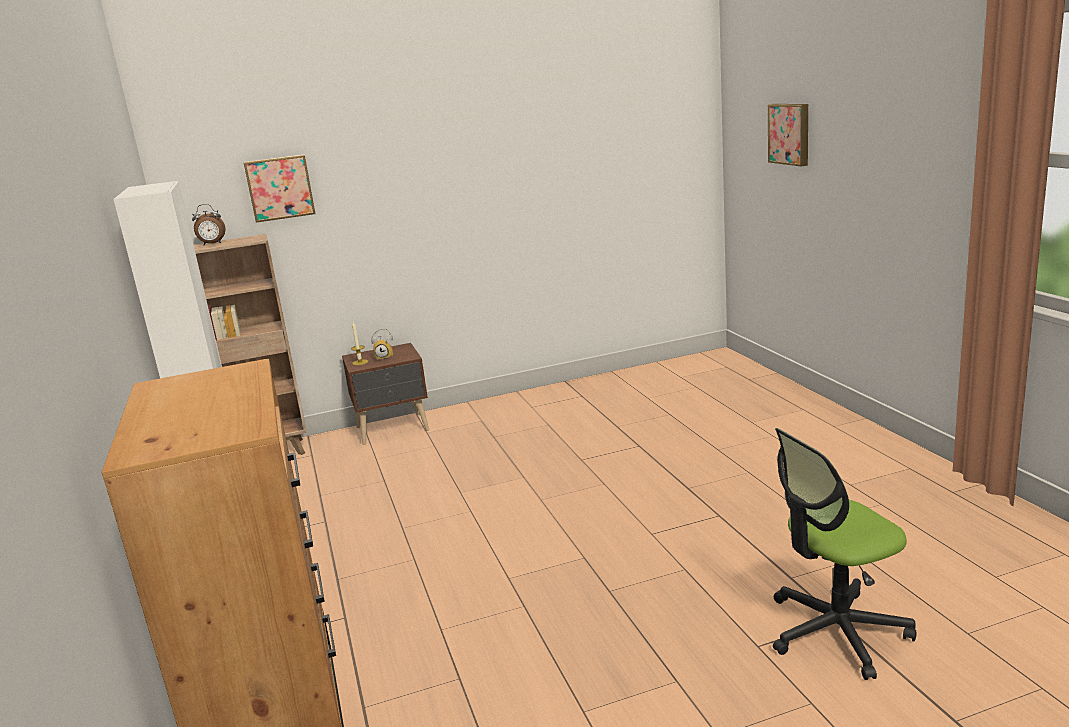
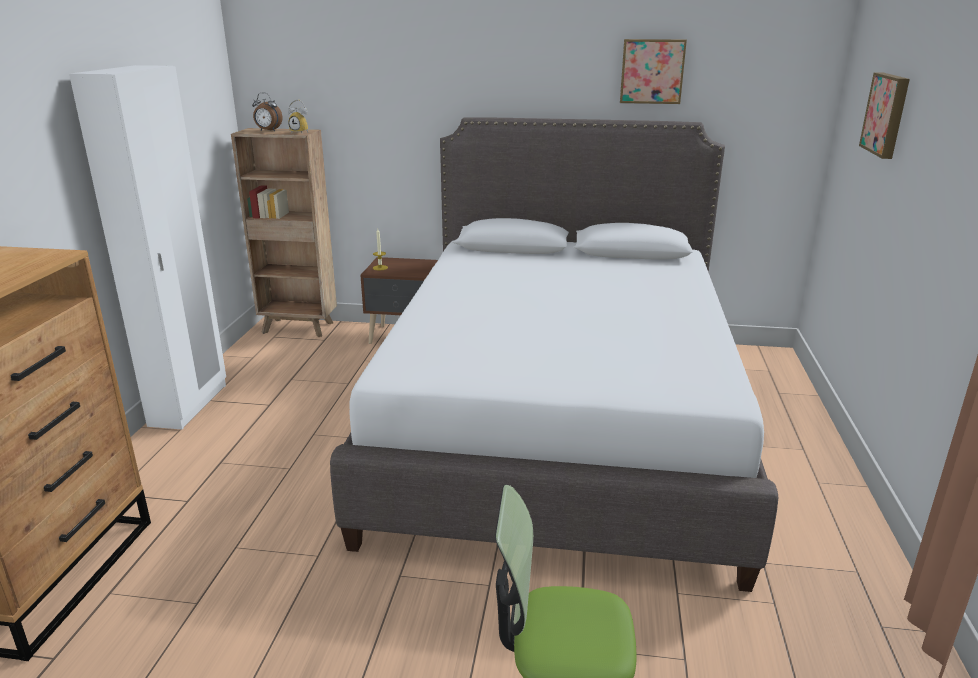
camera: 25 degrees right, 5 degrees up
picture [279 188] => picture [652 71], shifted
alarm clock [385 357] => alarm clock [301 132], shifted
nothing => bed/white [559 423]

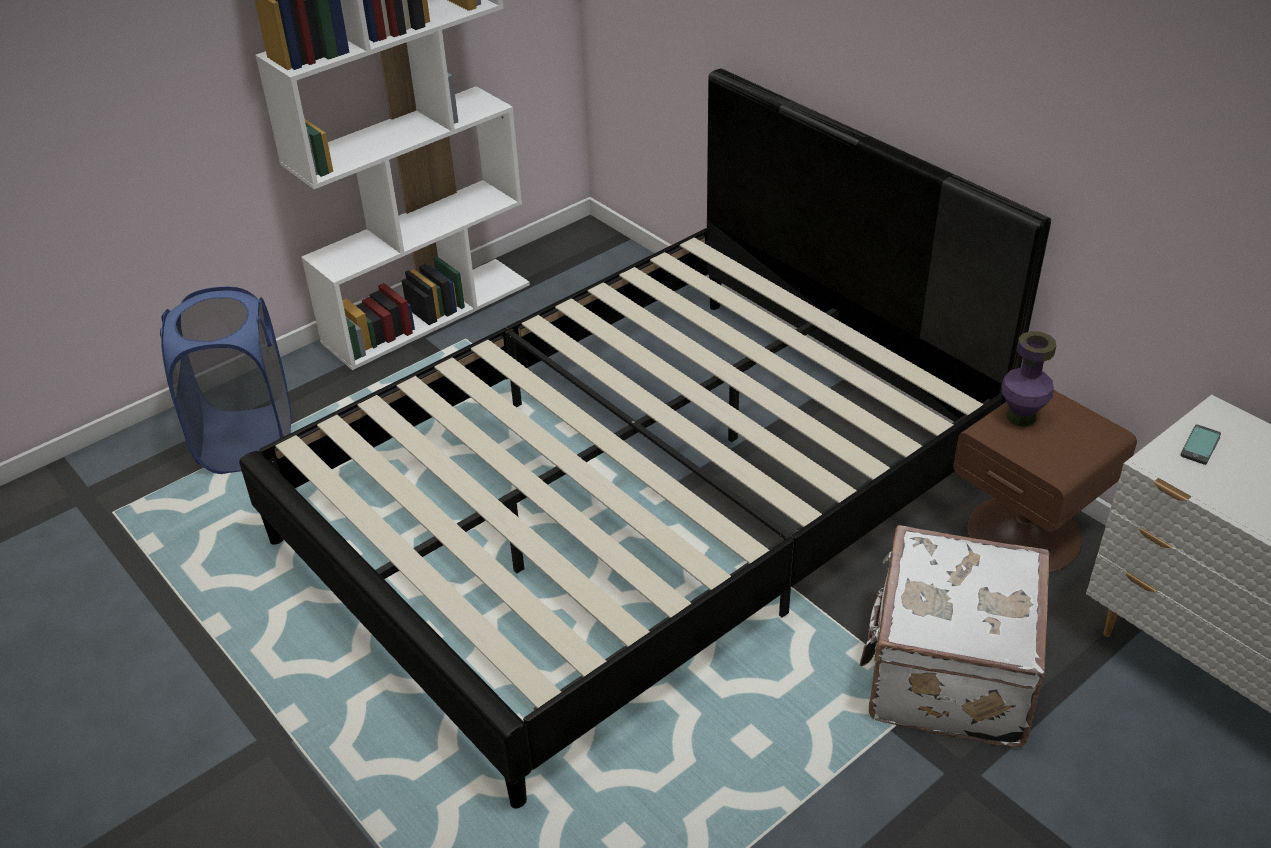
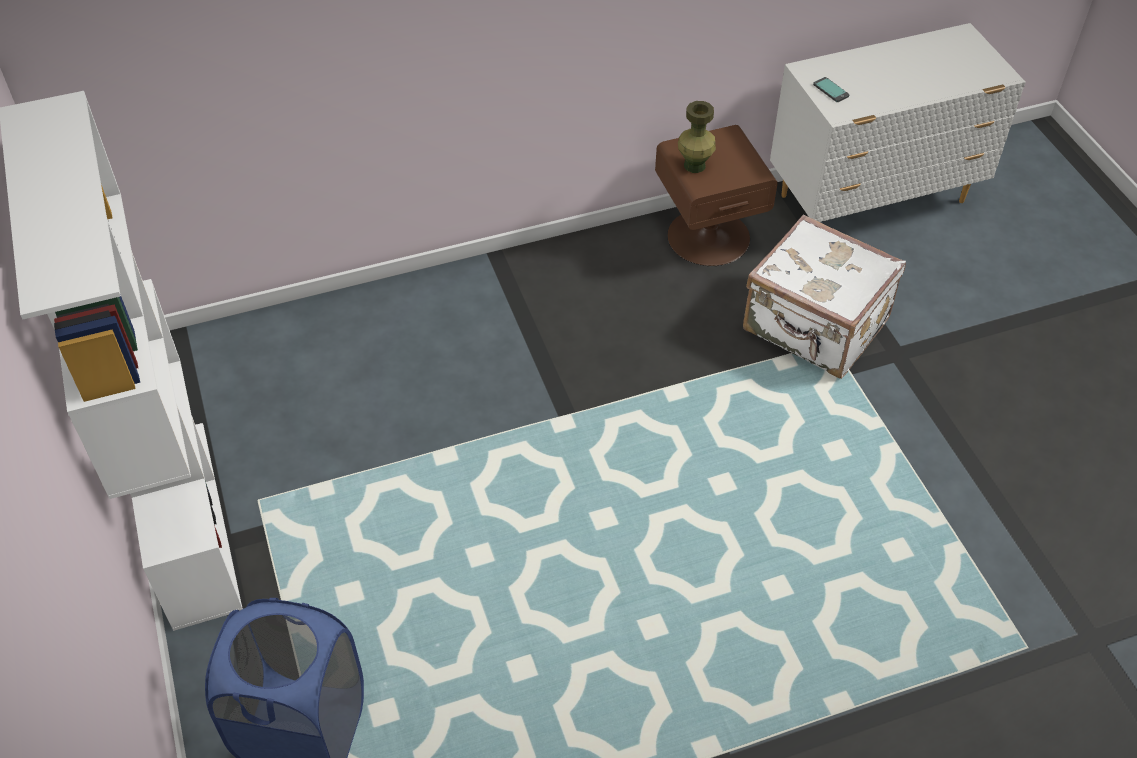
camera: 70 degrees left, 10 degrees up
bed/black [640 505] => nothing
vase/purple [1021 417] => vase/green [695 165]

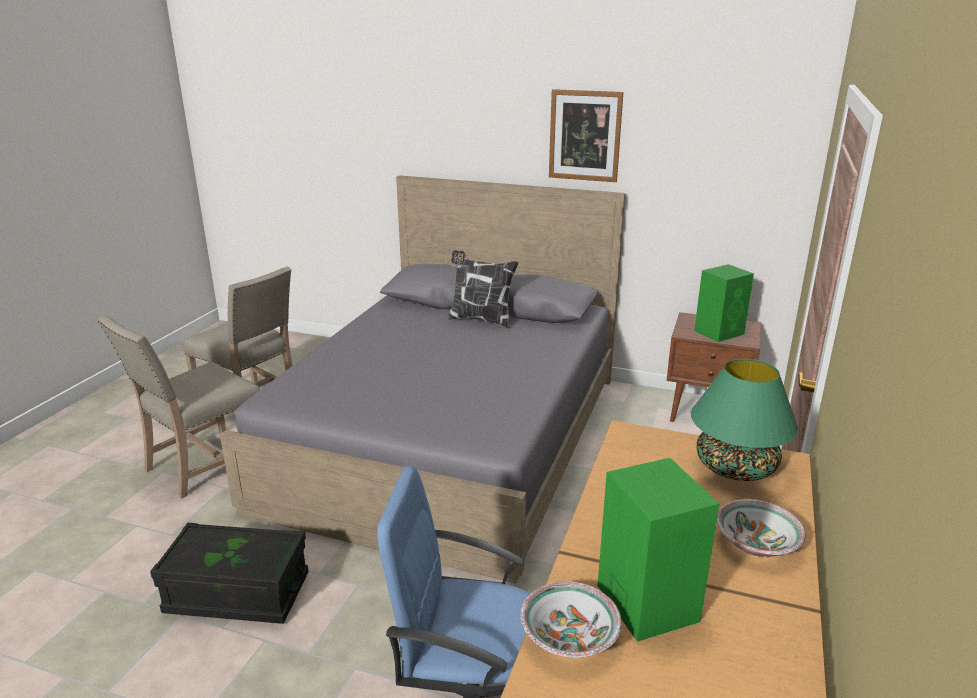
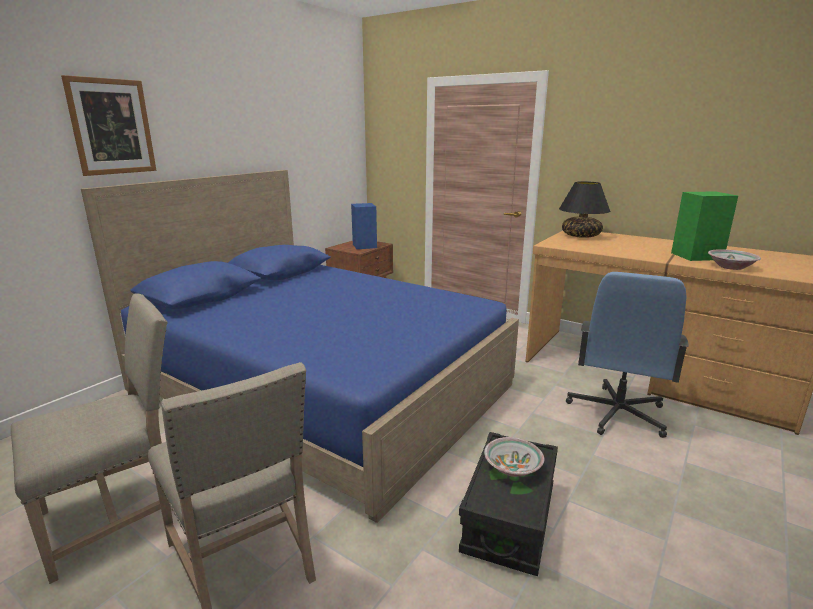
camera: 75 degrees left, 5 degrees down
bed/grey [451 438] => bed/blue [322 386]
pillow [480 320] => nothing
picture [585 136] => picture [112 127], shifted
table lamp/green [735 467] => table lamp/black [581 236]
speaker/green [719 332] => speaker/blue [364 246]
bowl [757 544] => bowl [513 468], shifted

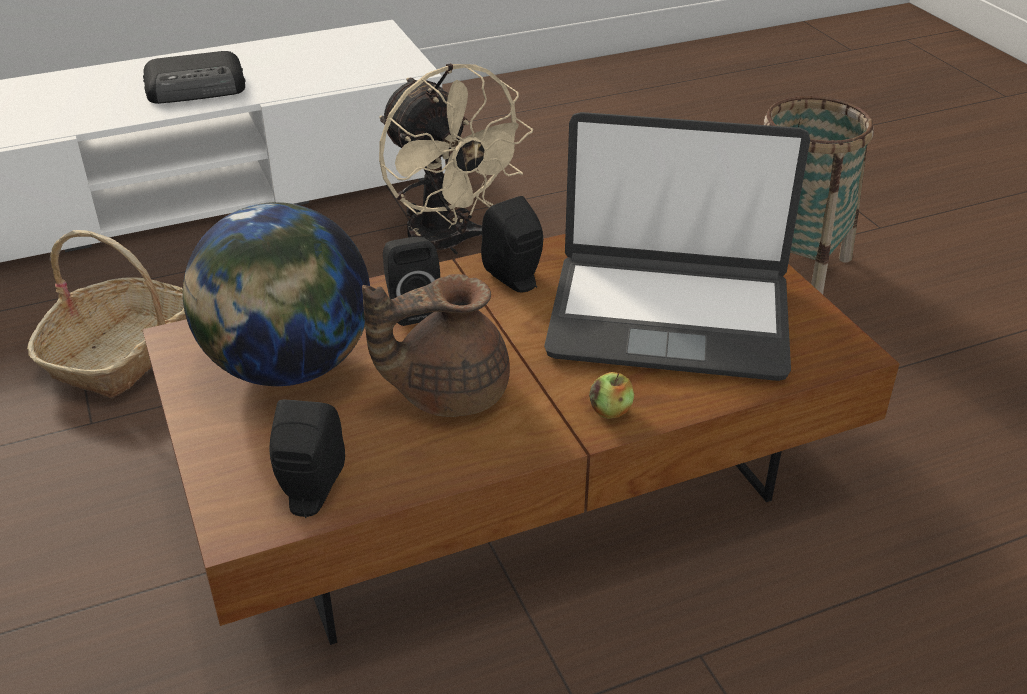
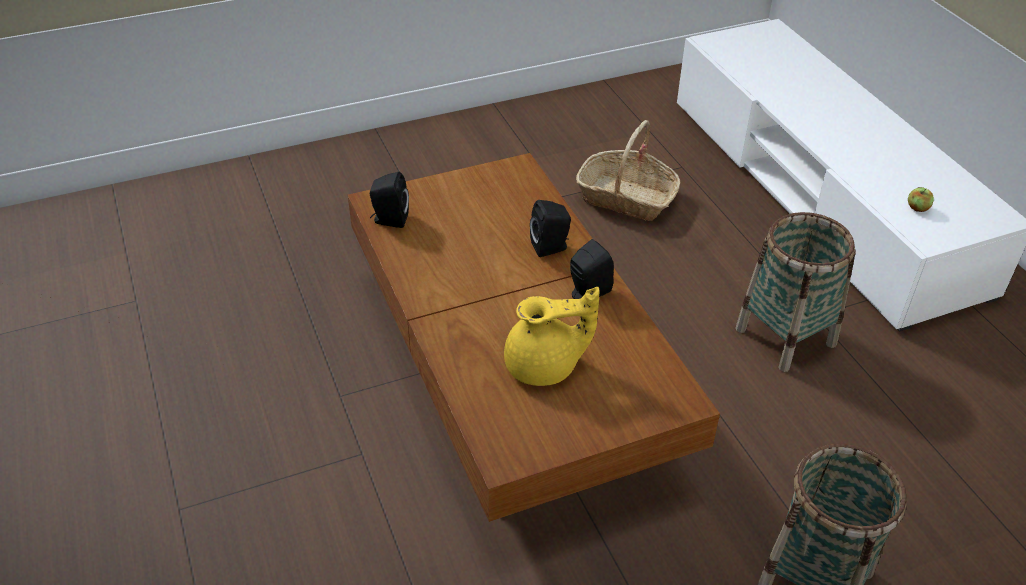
camera: 90 degrees right, 5 degrees up
radio [197 88] => nothing
globe [288 367] => nothing
teapot/brown [447 392] => nothing
fan/beige [446 246] => basket [785 337]
laptop [669 316] => teapot/yellow [545 366]
apple [610 411] => apple [917 208], shifted

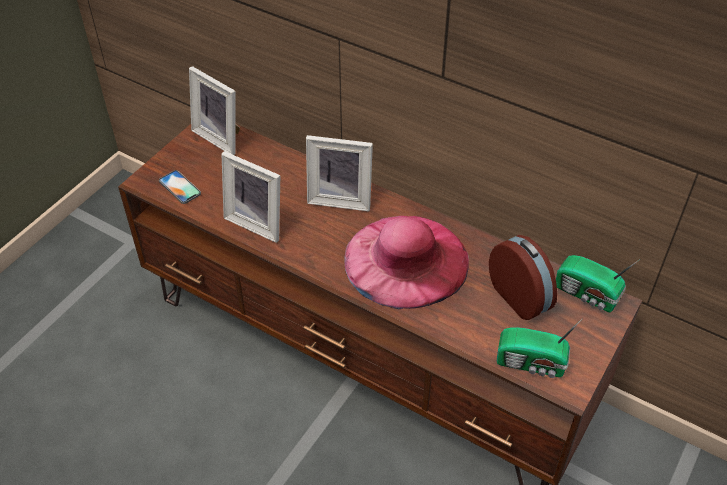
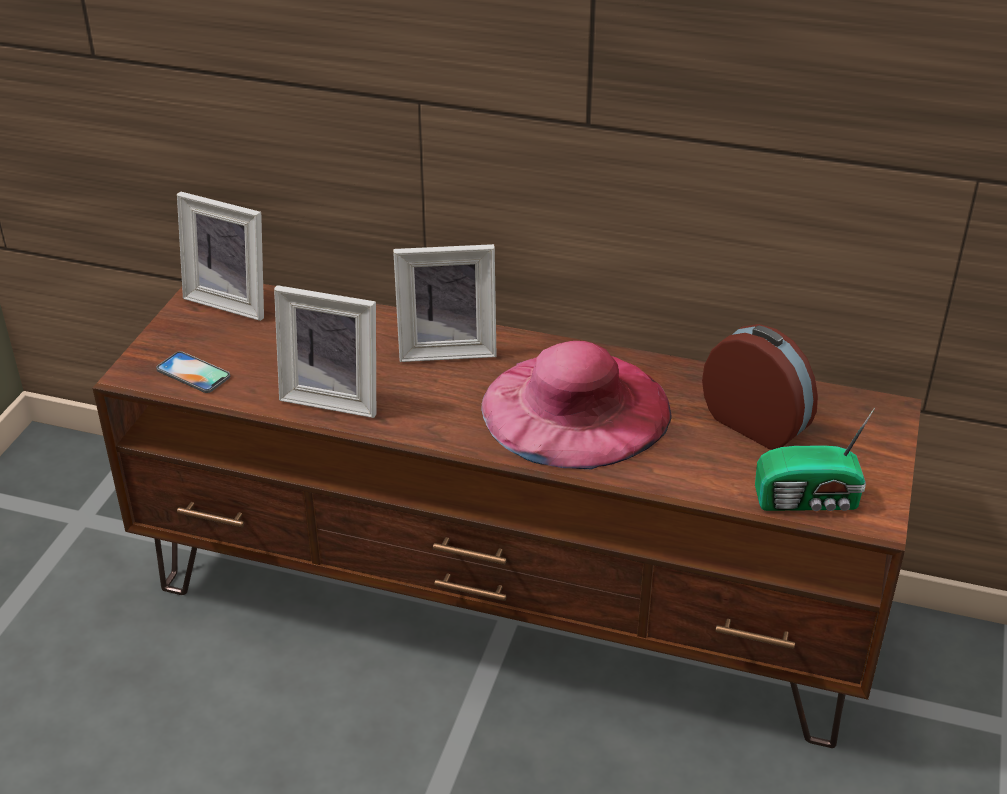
camera: 15 degrees left, 10 degrees down
radio [588 295] => nothing

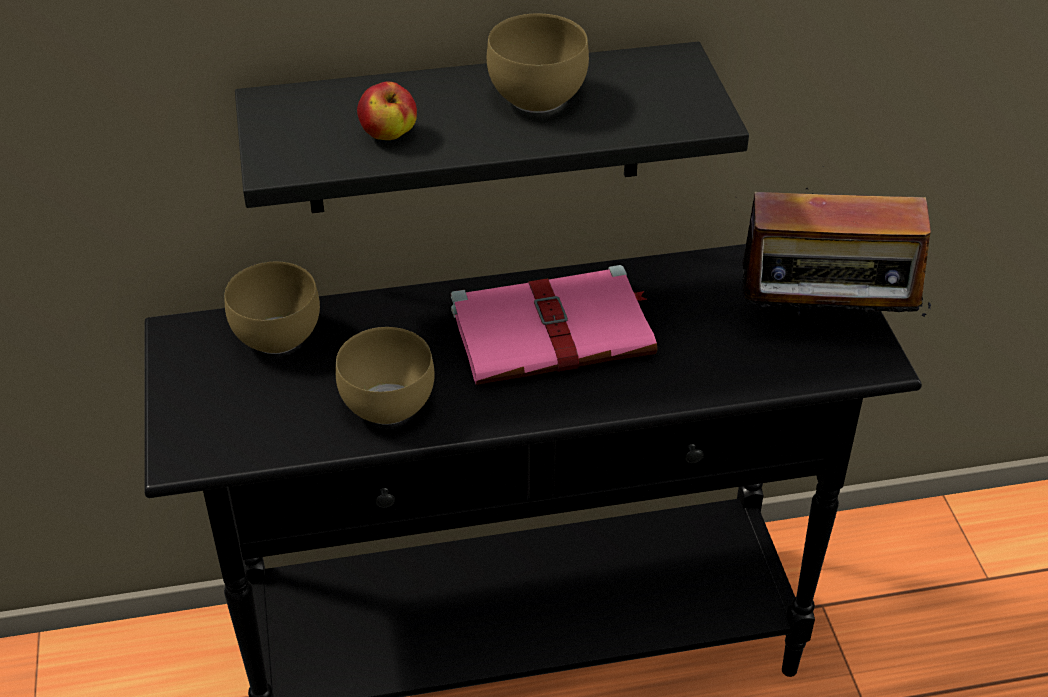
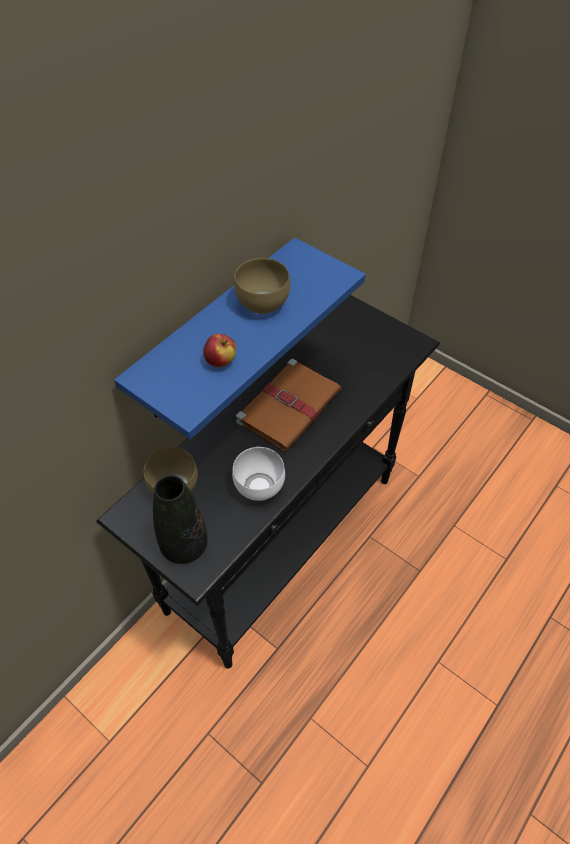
camera: 40 degrees left, 10 degrees up
shelf/black [474 129] => shelf/blue [215 332]
bowl/brown [384 406] => bowl/white [258 488]
book/pink [555 332] => book/brown [290 406]
radio [824 327] => nothing
nothing => vase/black [184 546]

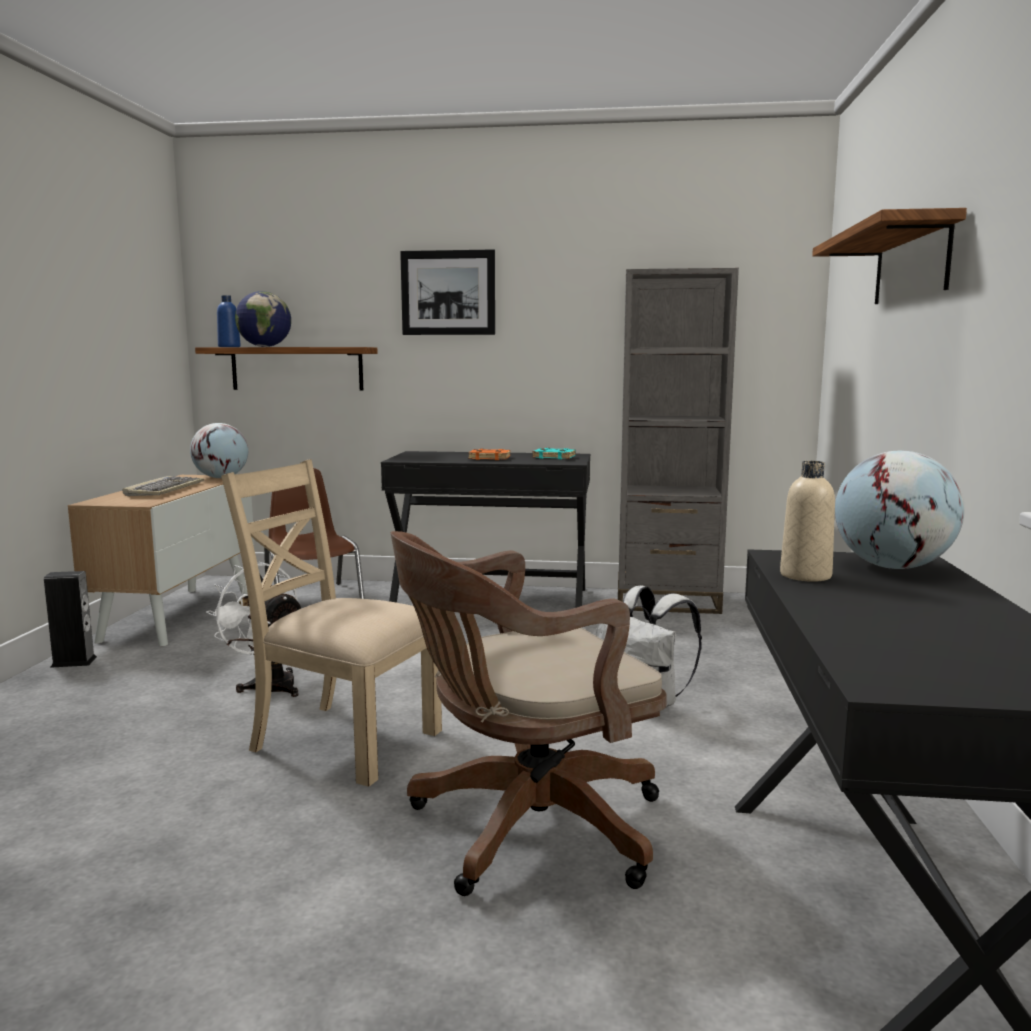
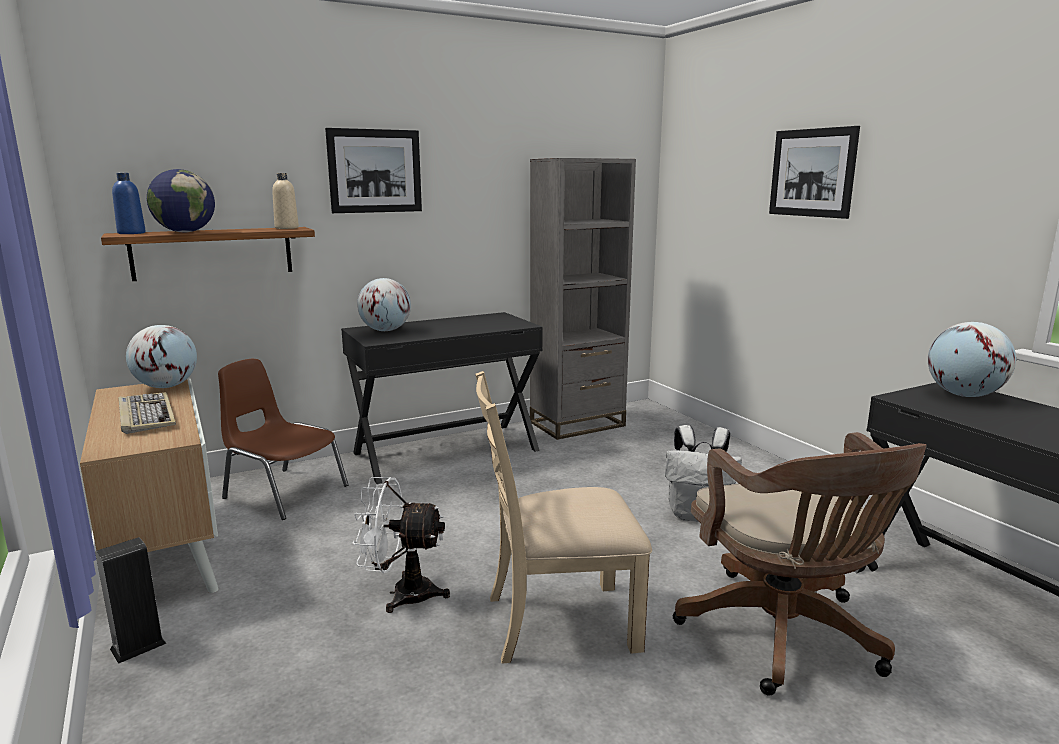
camera: 35 degrees left, 5 degrees up
office chair/brown [525 829] => office chair/brown [785 637], 45 degrees counterclockwise
book/orange [490 458] => nothing
book/turquoise [554 457] => nothing
bottle/beige [805 575] => bottle/beige [286 228], shifted
shelf [911 264] => picture [812 173]
nothing => globe [385 330]

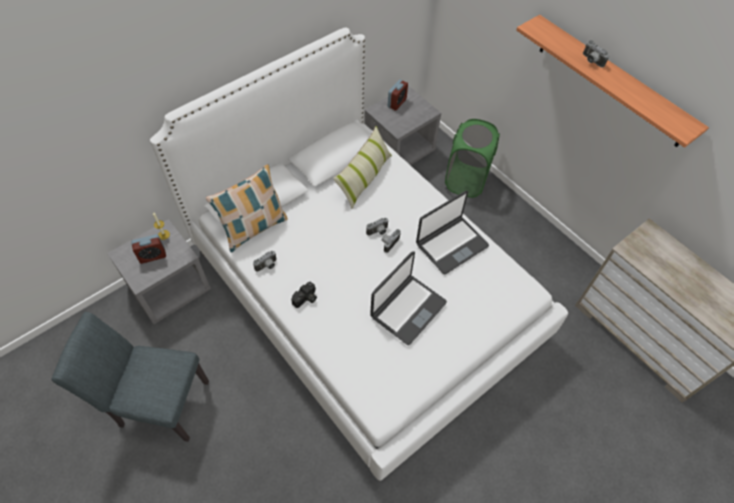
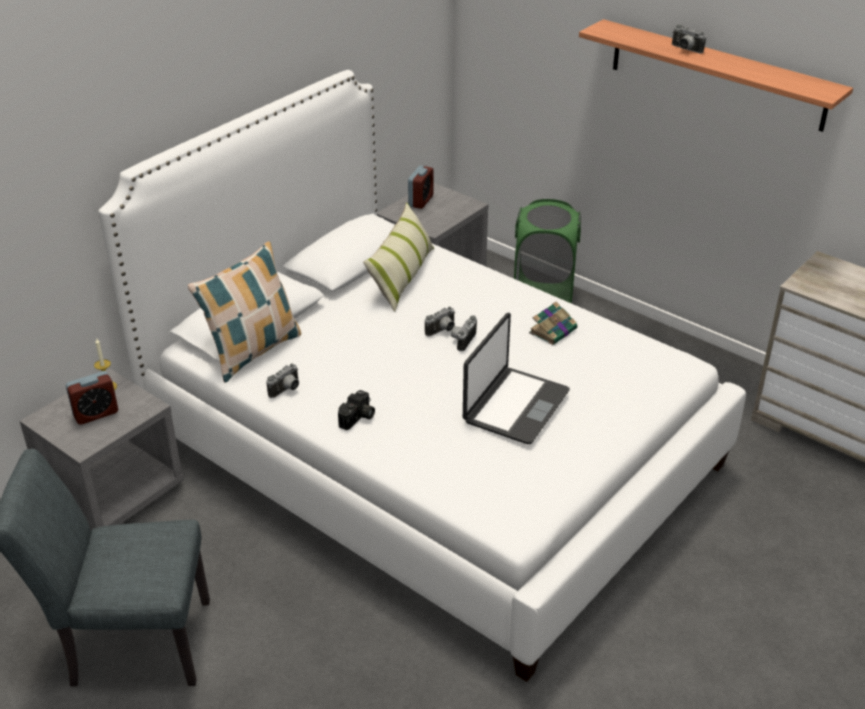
camera: 10 degrees left, 20 degrees down
laptop [451 245] => book [553 330]

